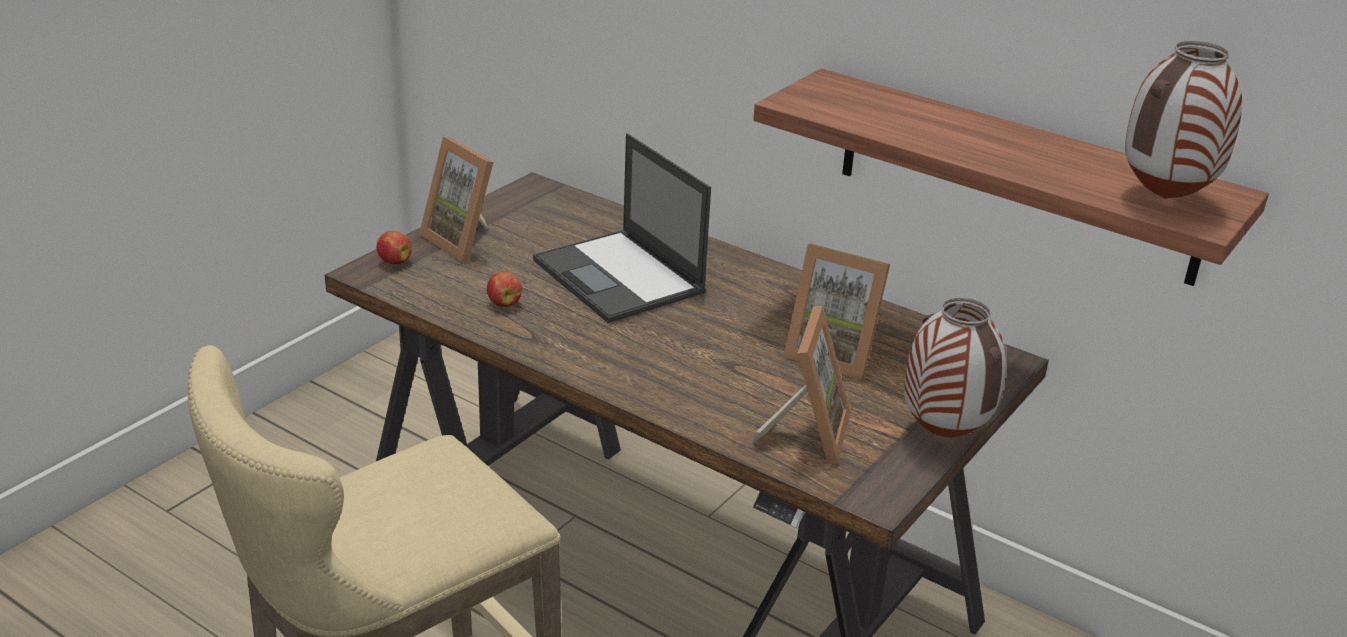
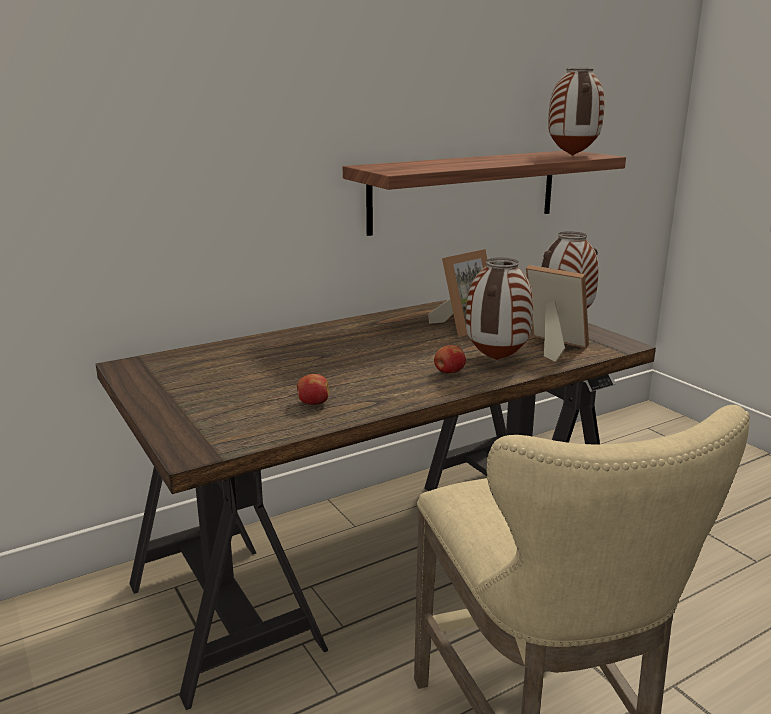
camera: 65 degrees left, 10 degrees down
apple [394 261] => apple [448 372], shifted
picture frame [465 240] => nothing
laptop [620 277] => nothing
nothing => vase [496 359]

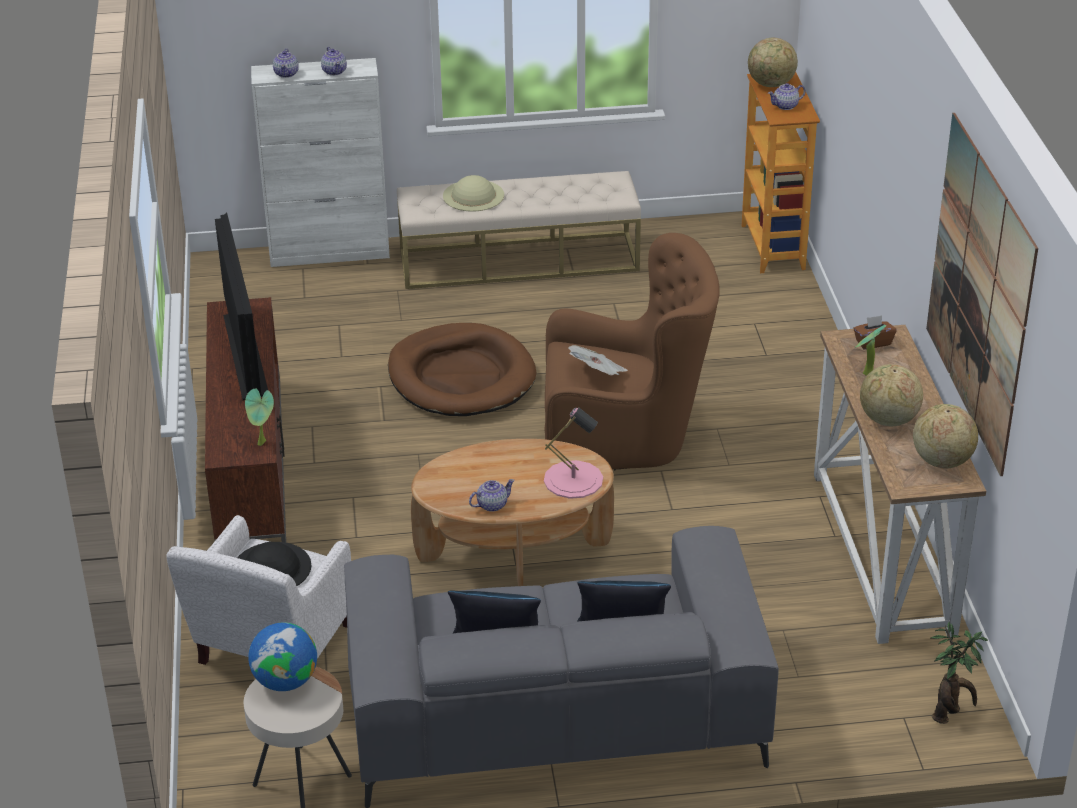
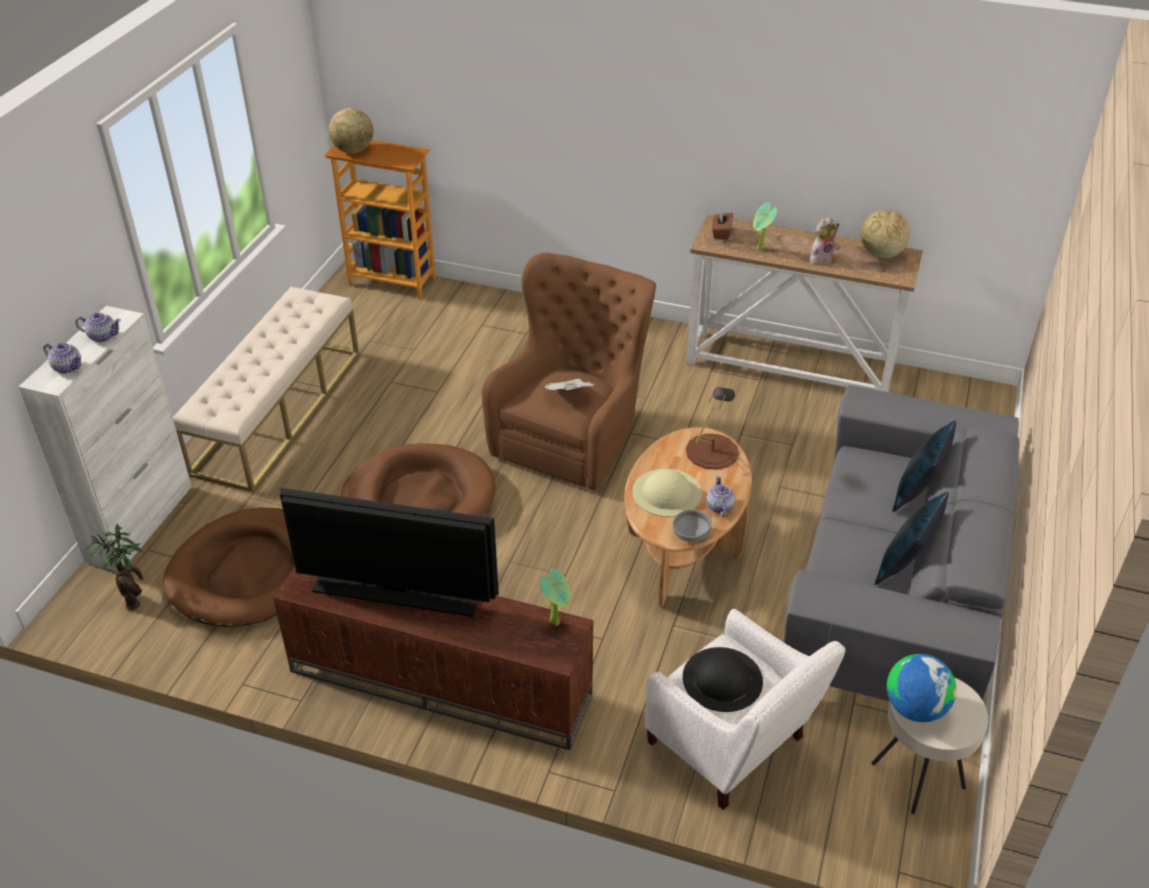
camera: 65 degrees left, 5 degrees up
hat/beige [473 195] => hat/beige [667 492], shifted
table lamp/pink [573 479] => table lamp/brown [711 451]
teapot [786 106] => nothing
globe [888 420] => plush toy [820 258]
picture [979 291] => nothing
potted plant [950 713] => potted plant [133 597], shifted
nothing => dog bed/brown [249 572]
nothing => bowl/grey [690 535]

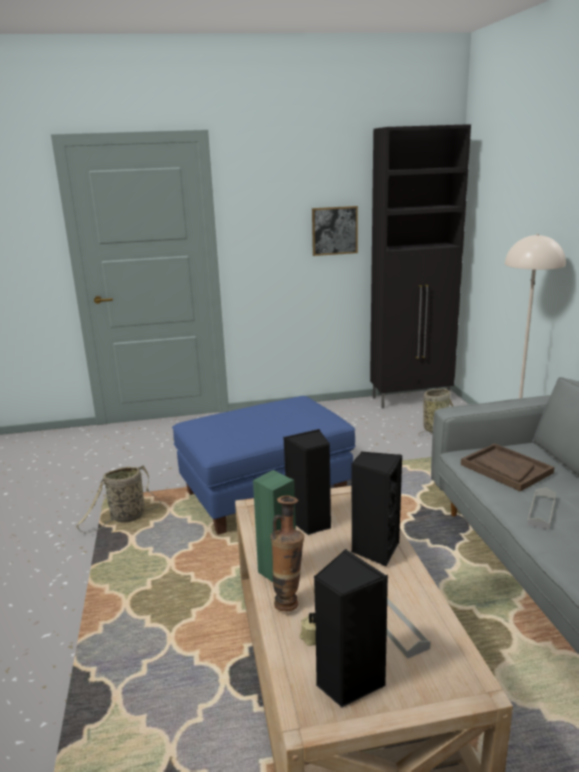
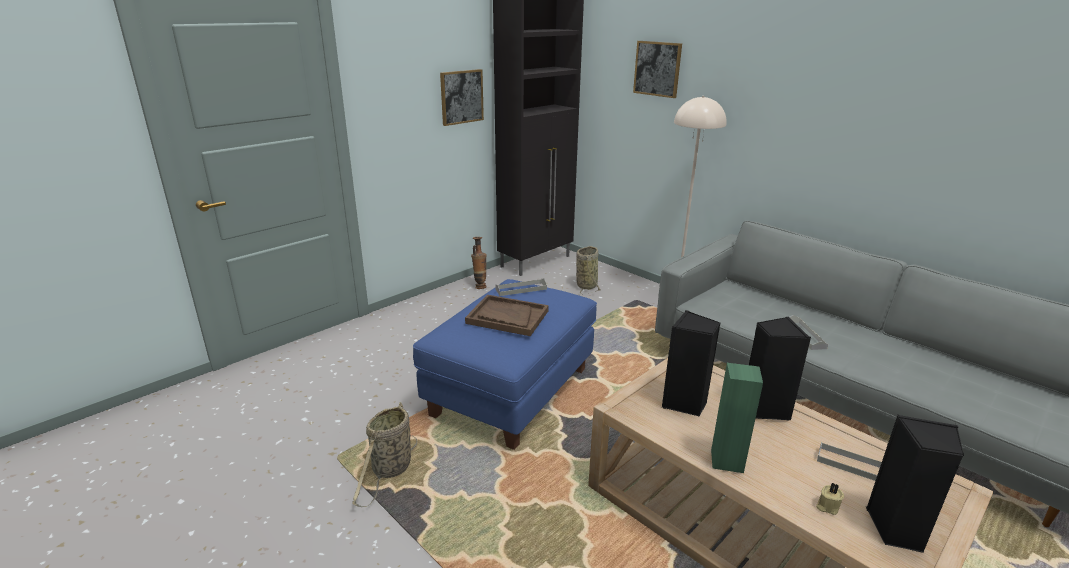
camera: 35 degrees left, 5 degrees up
vase [288 600] => vase [480 286], shifted
tray/brown [505 469] => tray/brown [507 317], shifted
nothing => tray/grey [521 289]
nothing => picture [657 69]

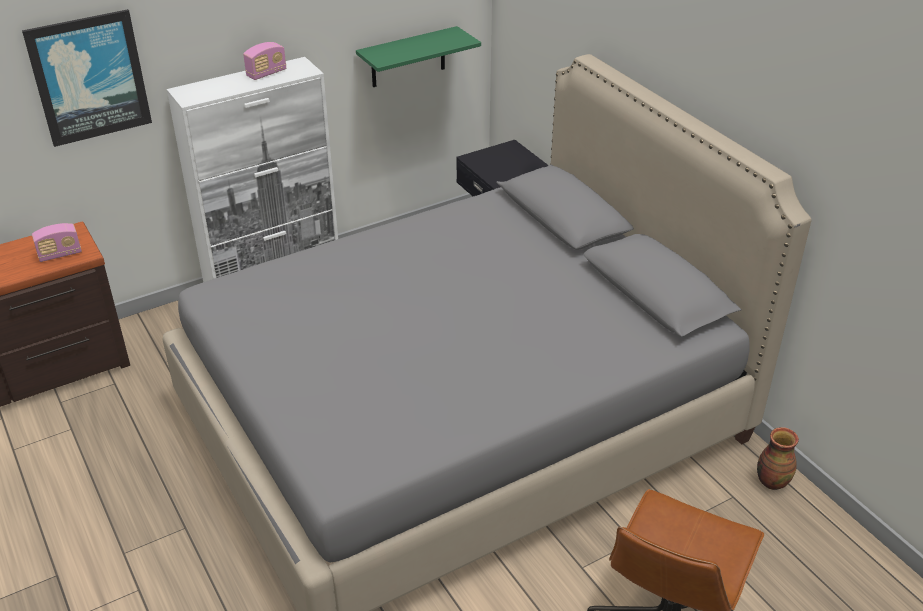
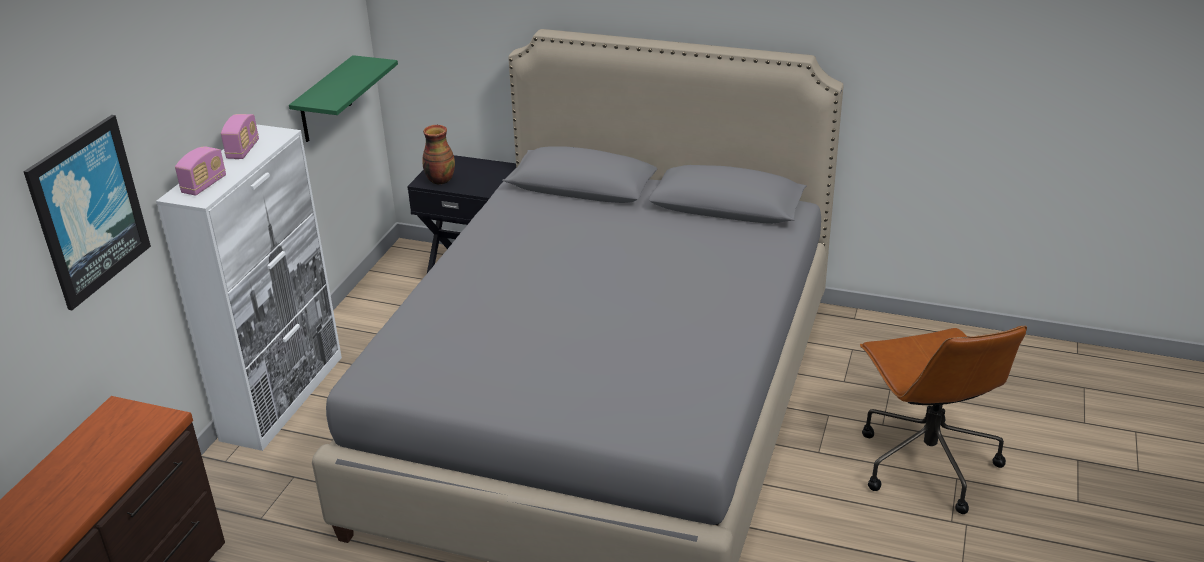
camera: 40 degrees left, 5 degrees down
radio [60 254] => radio [204 185], shifted
vase [771 481] => vase [439 180], shifted

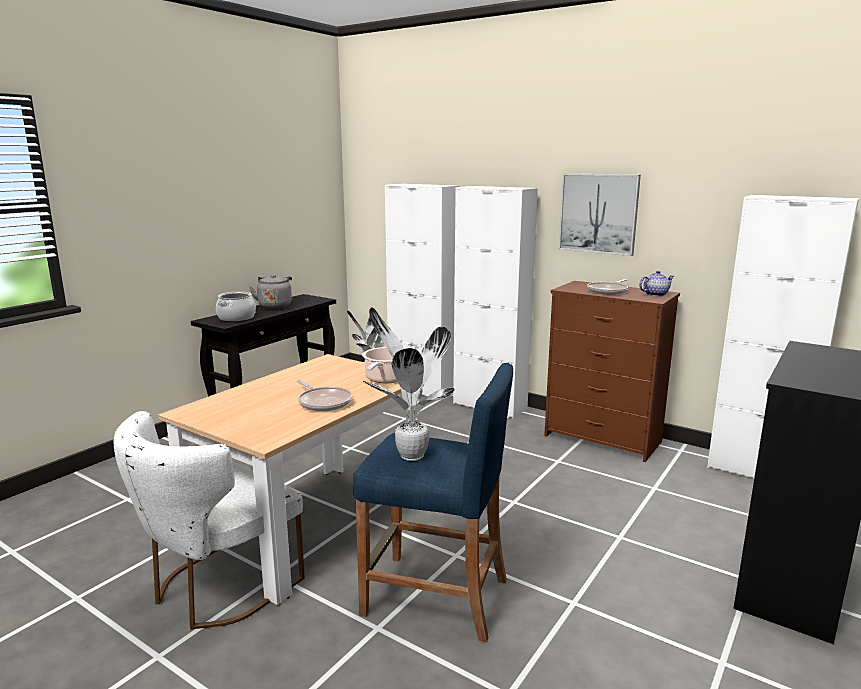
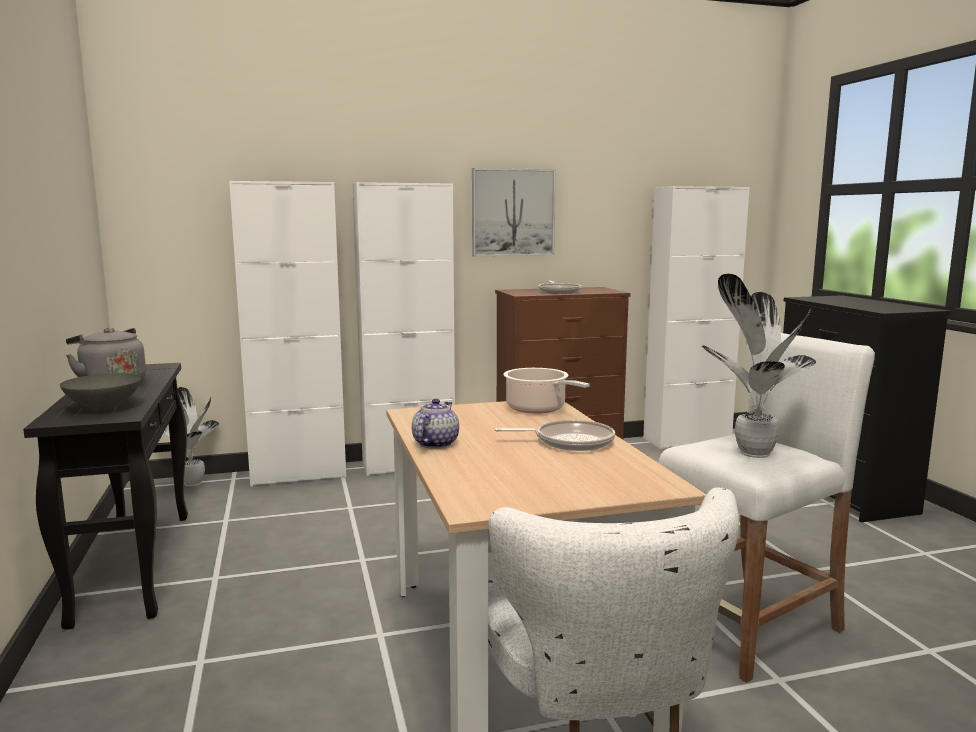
camera: 50 degrees left, 5 degrees down
cooking pot [236 317] => bowl/grey [103 407]
stool/blue [435 596] => stool/white [747 627]
teapot [655 294] => teapot [435 443], shifted

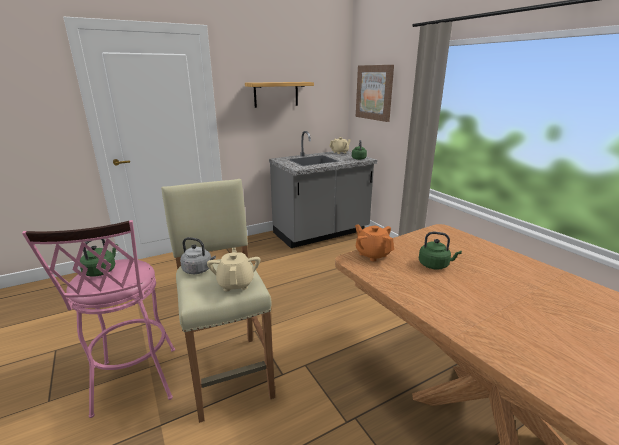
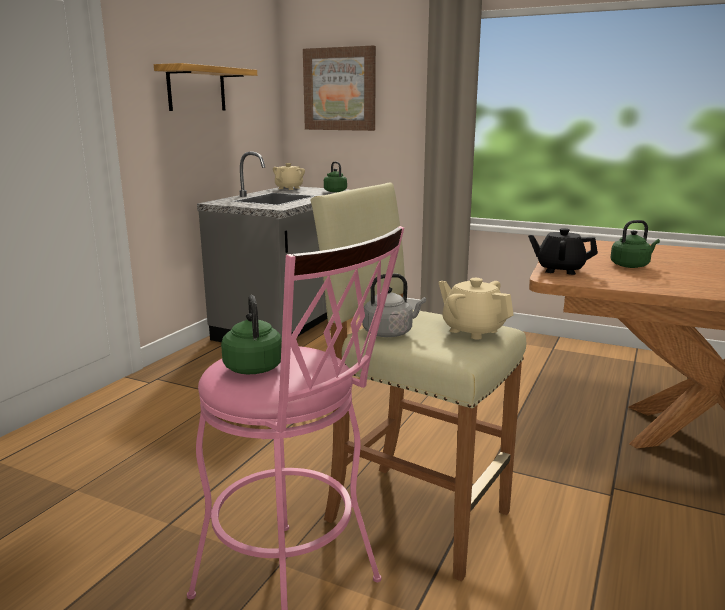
camera: 35 degrees left, 5 degrees down
teapot/orange [372 254] => teapot/black [560 270]

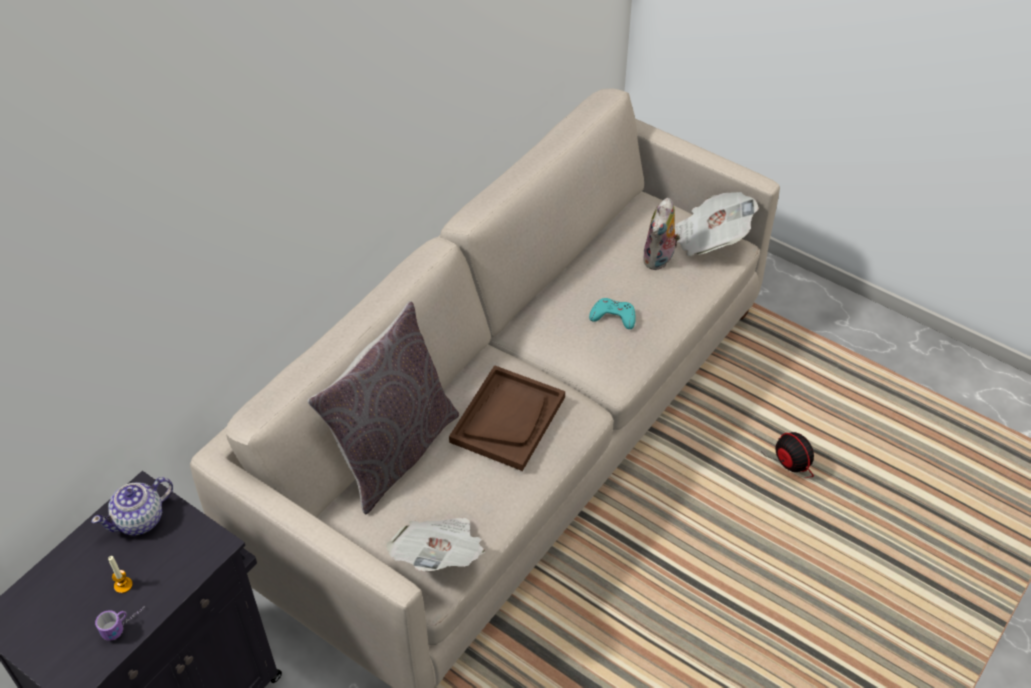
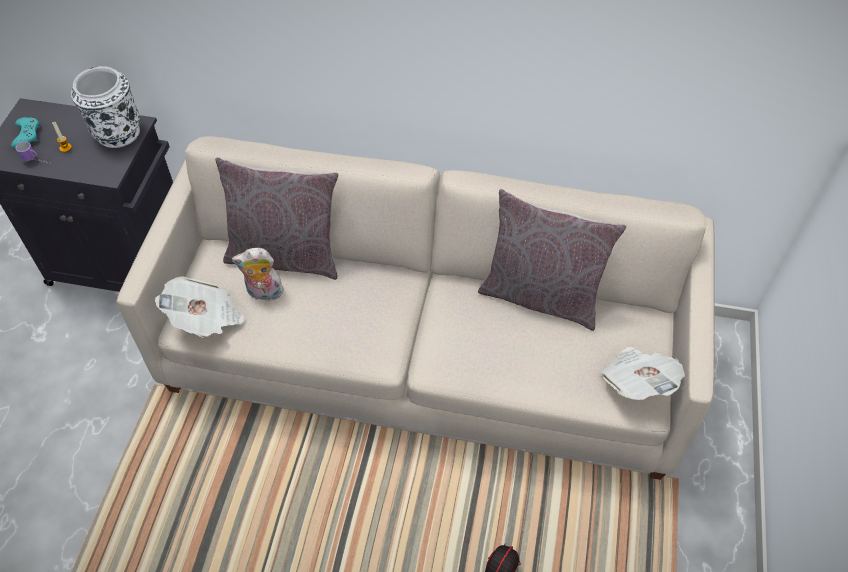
camera: 65 degrees right, 5 degrees up
teapot [140 519] => vase/white [117 133]
tray/brown [507 419] => nothing
game controller/turquoise [613 316] => game controller/turquoise [27 135], shifted
plush toy [659 260] => plush toy [263 293], shifted
nothing => pillow/grey [541 296]

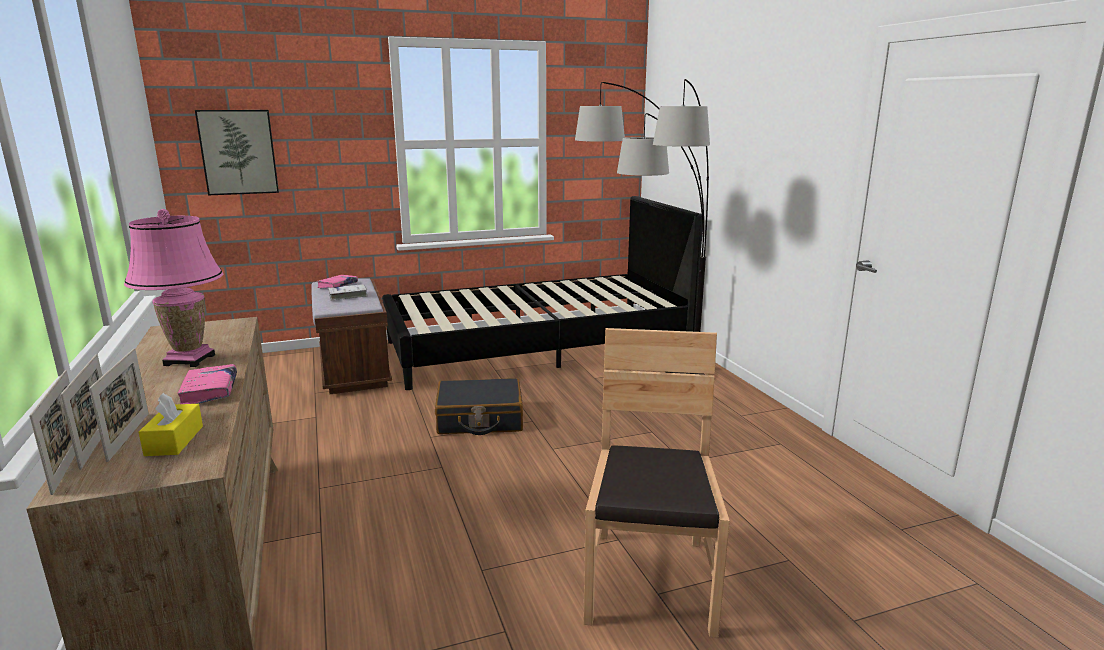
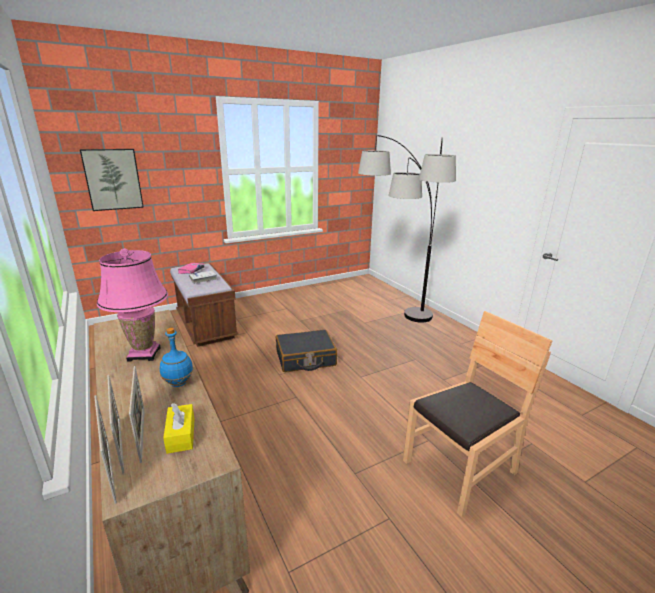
camera: 10 degrees left, 5 degrees up
book/pink [210 391] => bottle/blue [178 383]
bed/black [536 347] => nothing
chair/brown [650 581] => chair/brown [460 468], 60 degrees clockwise

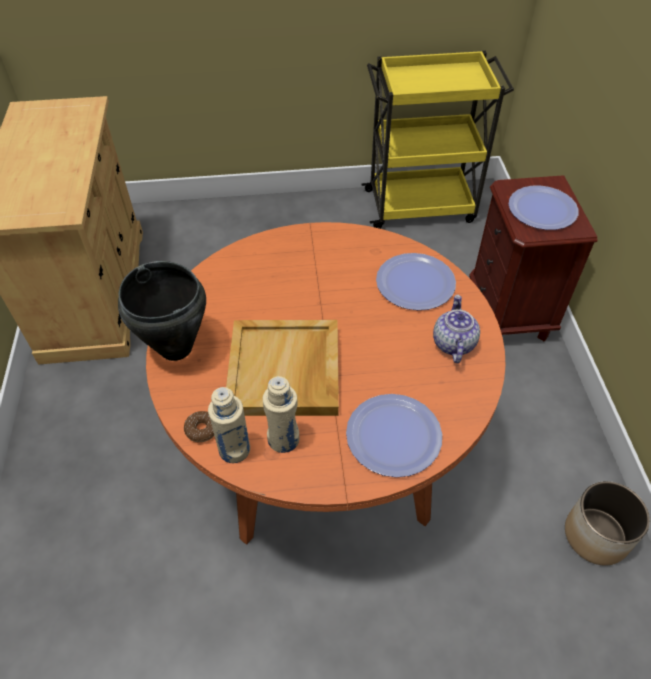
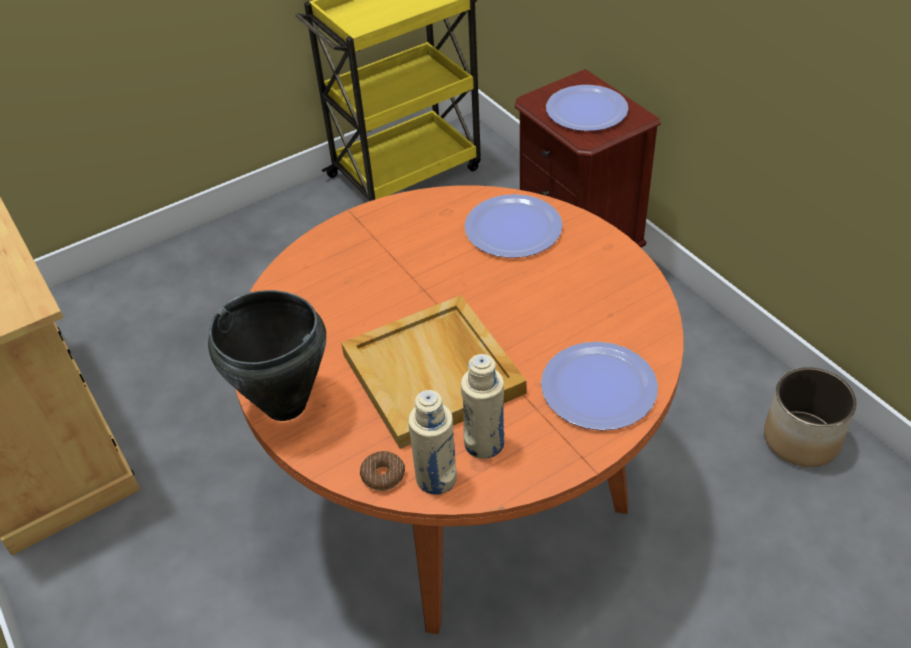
camera: 25 degrees left, 5 degrees down
teapot [453 343] => nothing

